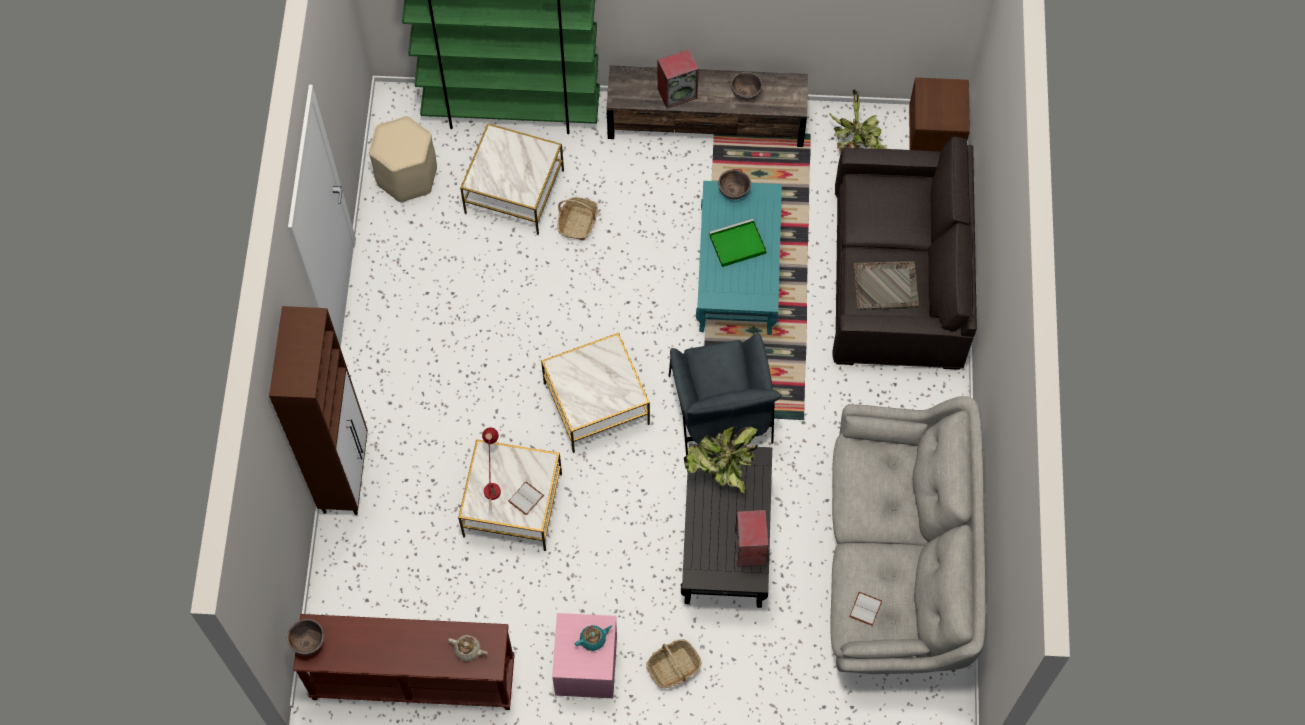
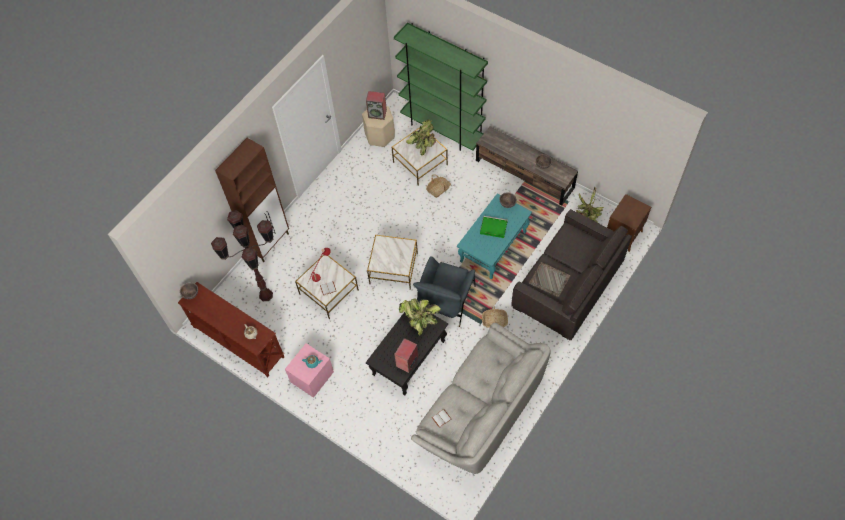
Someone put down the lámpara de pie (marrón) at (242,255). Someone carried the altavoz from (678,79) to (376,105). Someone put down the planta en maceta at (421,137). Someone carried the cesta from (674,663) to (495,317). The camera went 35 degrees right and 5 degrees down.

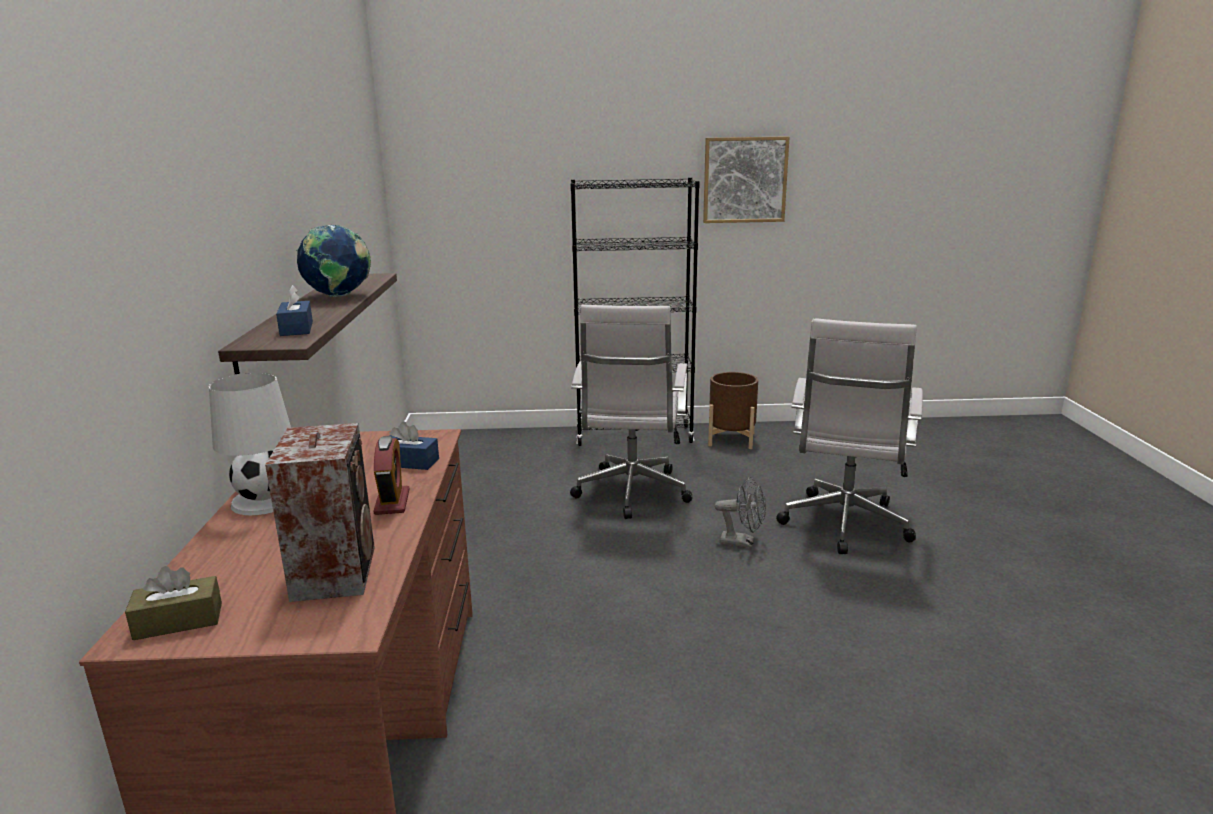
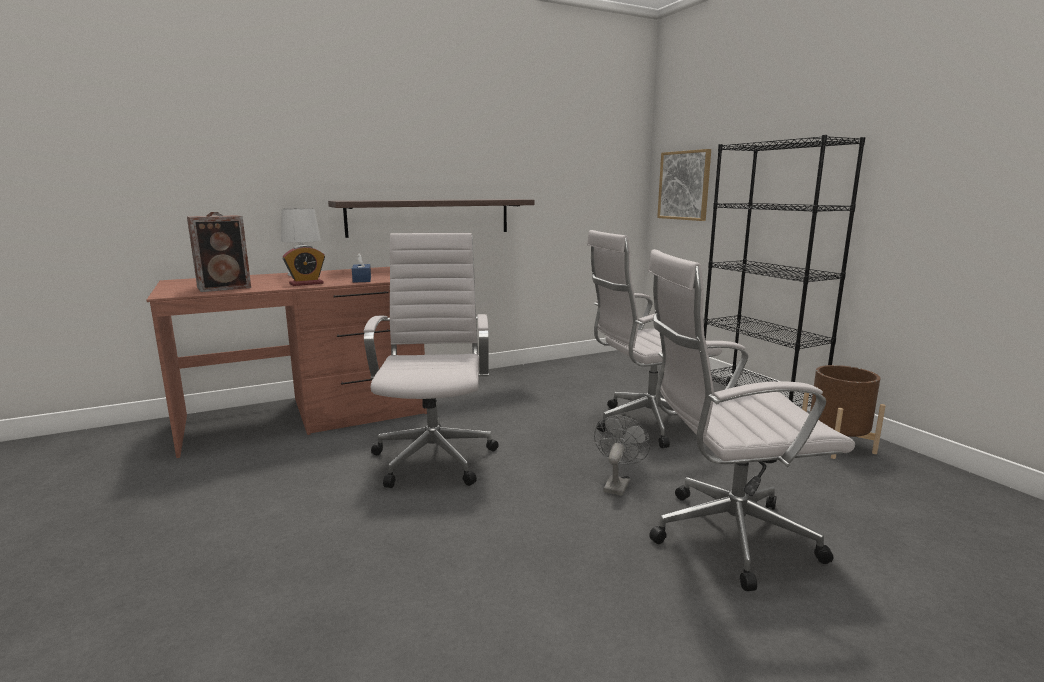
Someone put down the silla de oficina (blanco) at (431,360). Someone rotated the ventilador (gris) at (740,512) by 150 degrees counterclockwise. Someone carried the cuadro from (746,179) to (684,185). Someone took away the caja de pañuelos (marrón) at (173,603). Someone took away the caja de pañuelos (azul) at (294,310). Someone took away the globo terráqueo at (334,260). The camera went 65 degrees right and 5 degrees down.

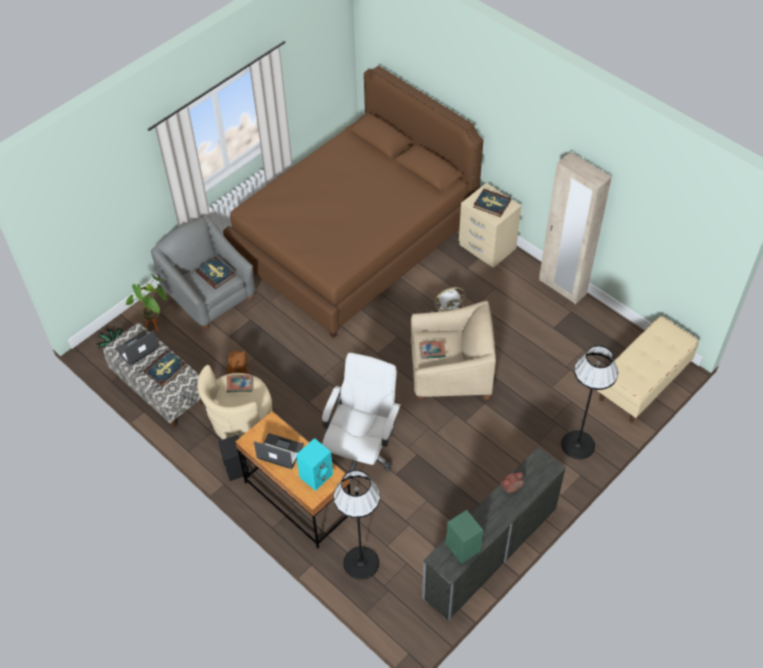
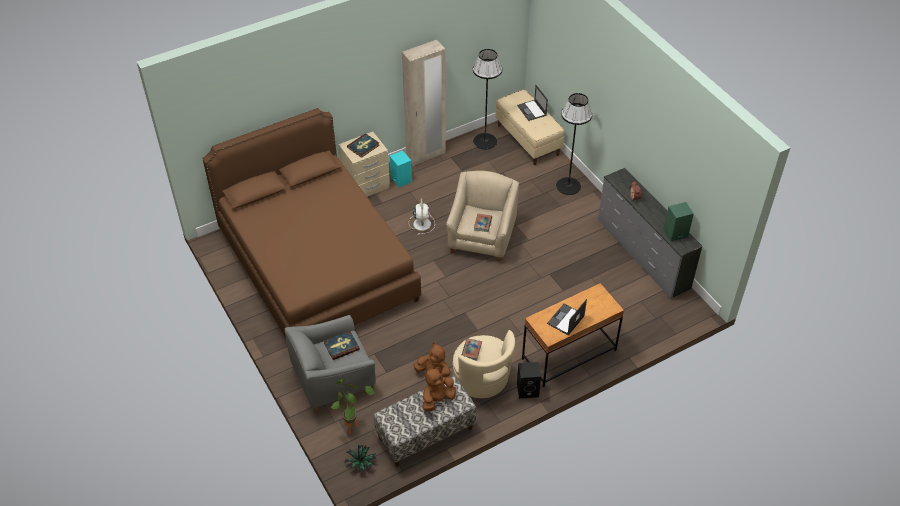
Someone carried the altavoz (turquesa) from (314,464) to (401,169). Someone swapped the libro at (164,368) for the peluche (marrón) at (439,389). Someone carried the lámpara de pie (negro) from (357,525) to (488,99). Someone carried the portátil from (137,348) to (532,103). Someone took away the silla de oficina (blanco) at (361,417). The camera went 75 degrees left and 5 degrees down.

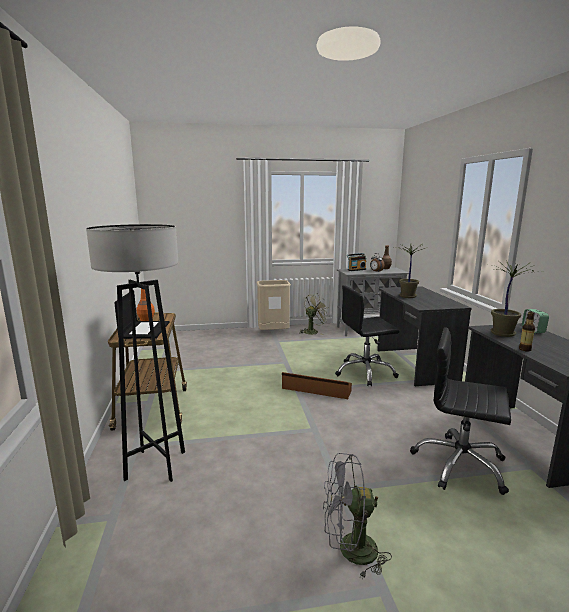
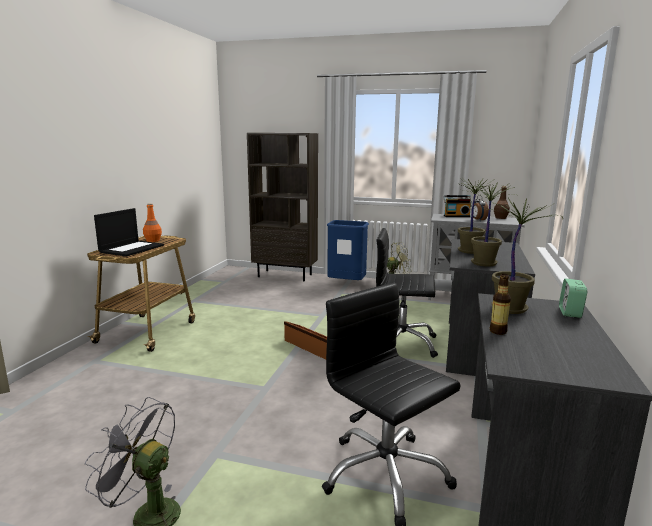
Someone put down the estantería (marrón) at (282,207). Someone repainted the papelera (beis) at (273,305), which became the papelera (azul) at (348,250). Someone put down the planta en maceta at (490,224). Someone took away the lámpara de pie (gris) at (135,353). The camera went 25 degrees right and 0 degrees up.

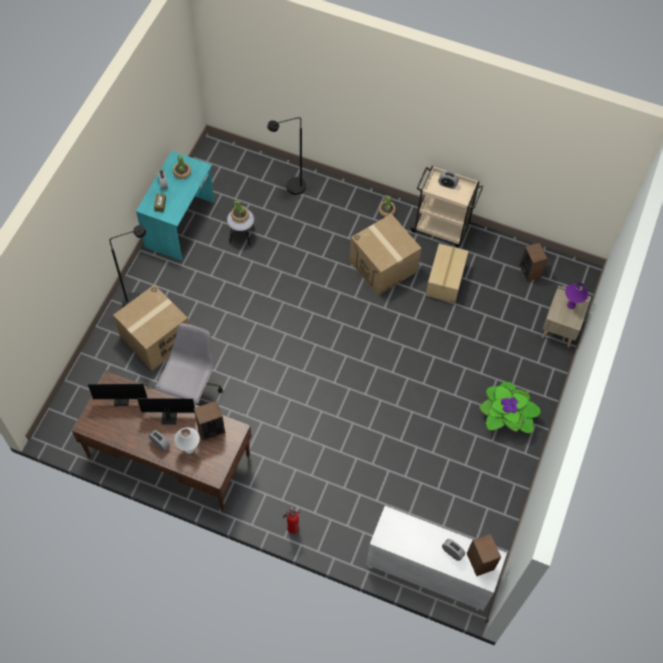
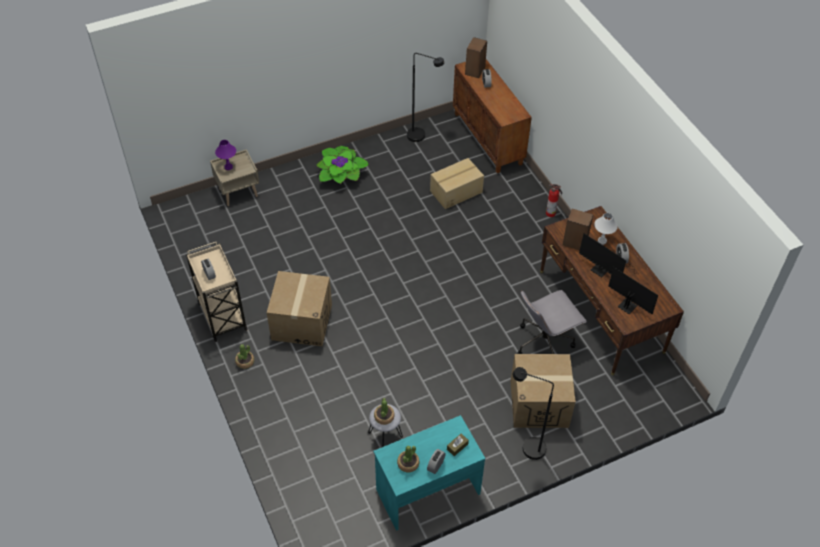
Someone carried the lámpara de pie (negro) from (286,156) to (425,97). Someone carried the caja de cartón from (447,273) to (457,183). Someone repainted the armario (blanco) at (436,558), which became the armario (marrón) at (492,116). Someone took away the altavoz at (533,261). The camera went 135 degrees left and 10 degrees down.

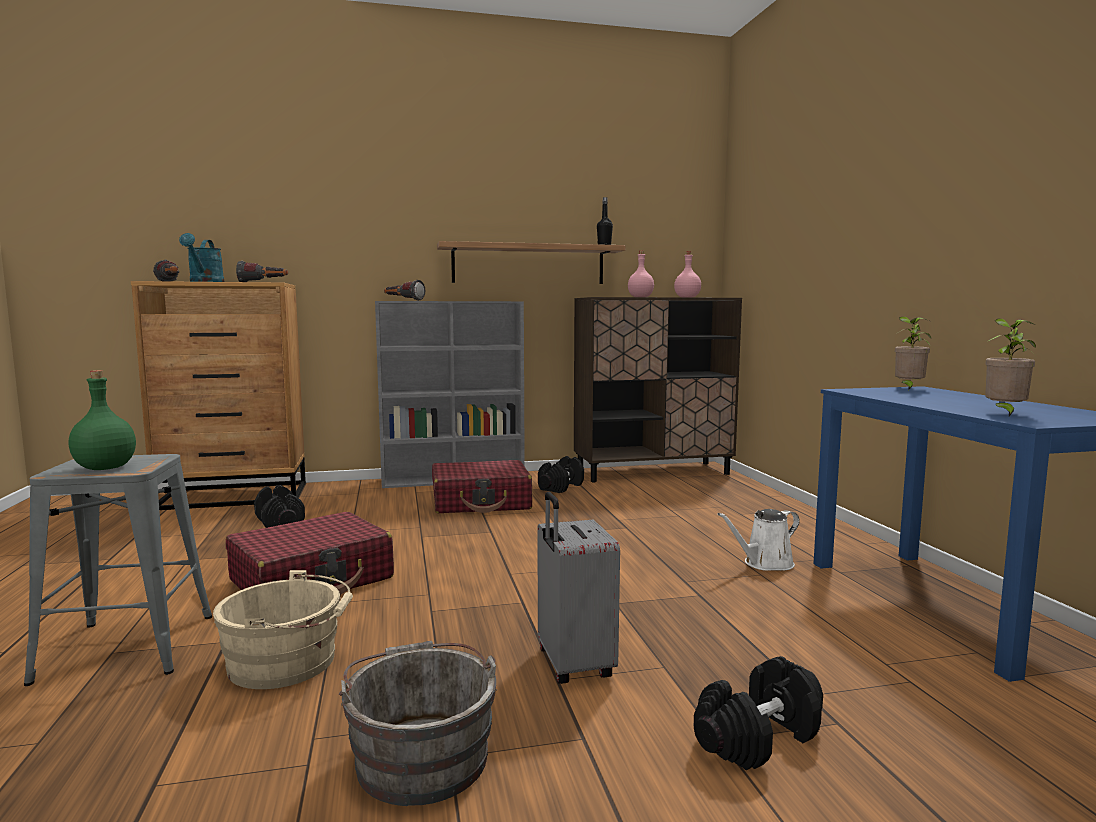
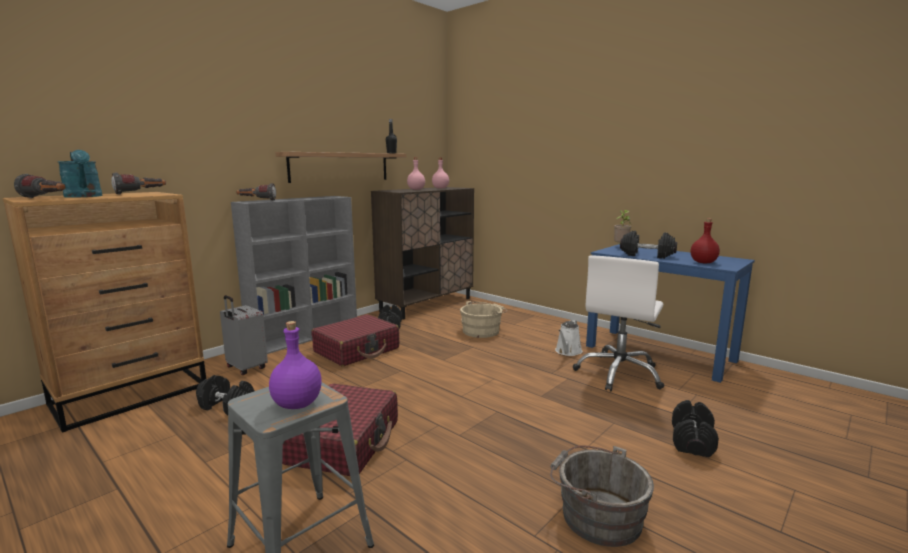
Someone carried the maleta (gris) from (579,588) to (244,335). Someone repainted the botella (verde) at (102,420), which became the botella (morado) at (295,365). Someone carried the cubo (beis) from (283,629) to (483,319). Someone put down the silla de oficina (blanco) at (619,323). Someone put down the mancuerna (negro) at (648,245). Someone swapped the planta en maceta at (1010,367) for the botella (rojo) at (705,240). The camera went 35 degrees left and 5 degrees up.

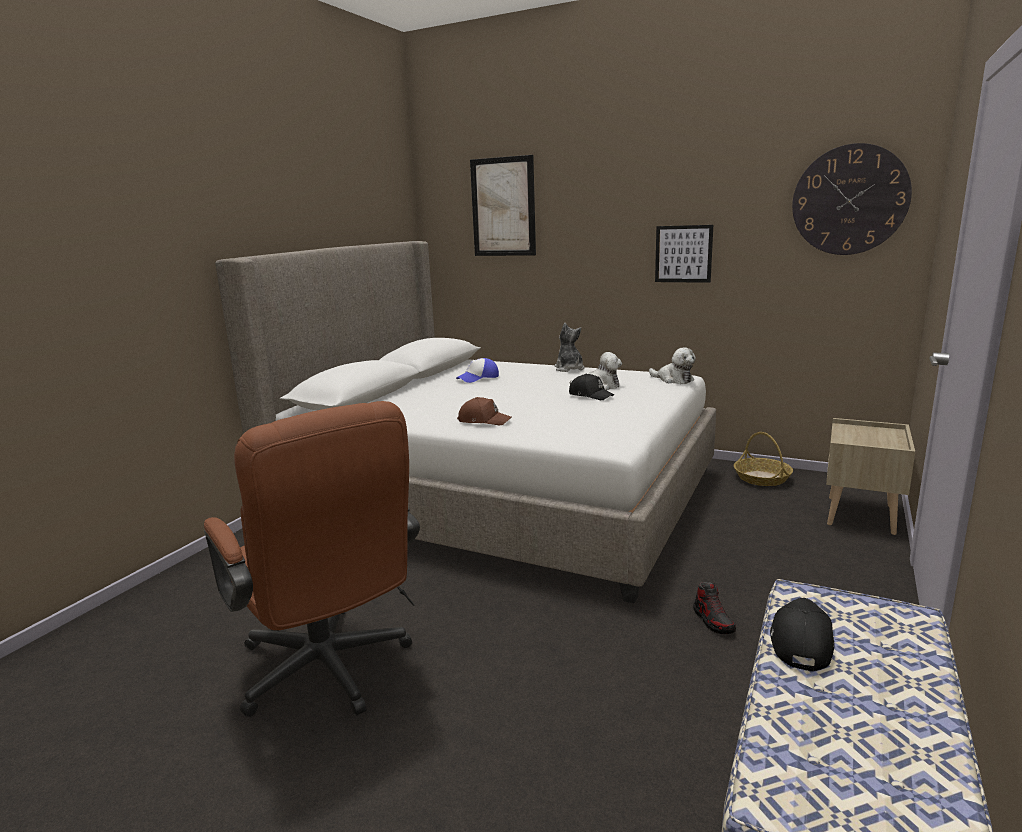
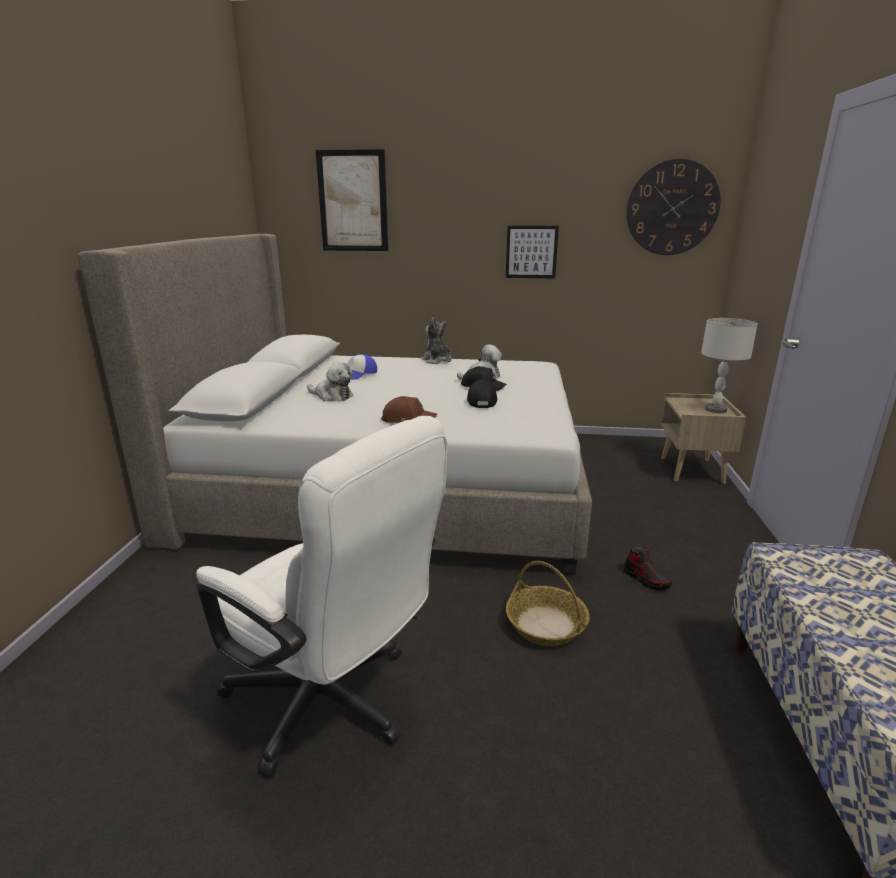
Someone repainted the silla de oficina (marrón) at (312,559), which became the silla de oficina (blanco) at (321,597). Someone carried the peluche from (672,365) to (330,381). Someone carried the gorra (negro) from (802,635) to (482,393). Someone carried the cesta from (763,459) to (548,603). Someone put down the lámpara de mesa (gris) at (729,365). The camera went 20 degrees left and 5 degrees up.

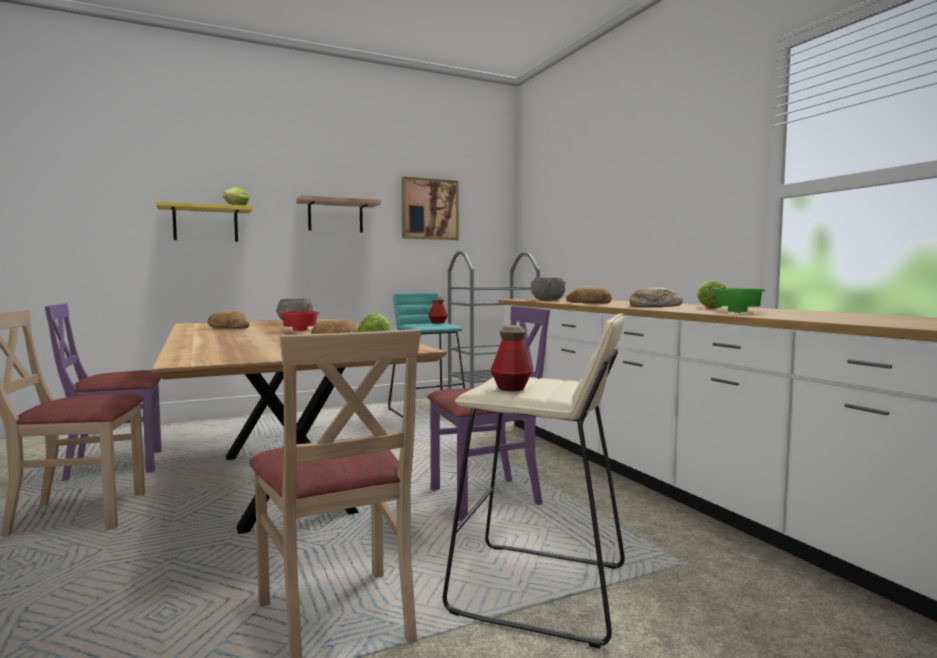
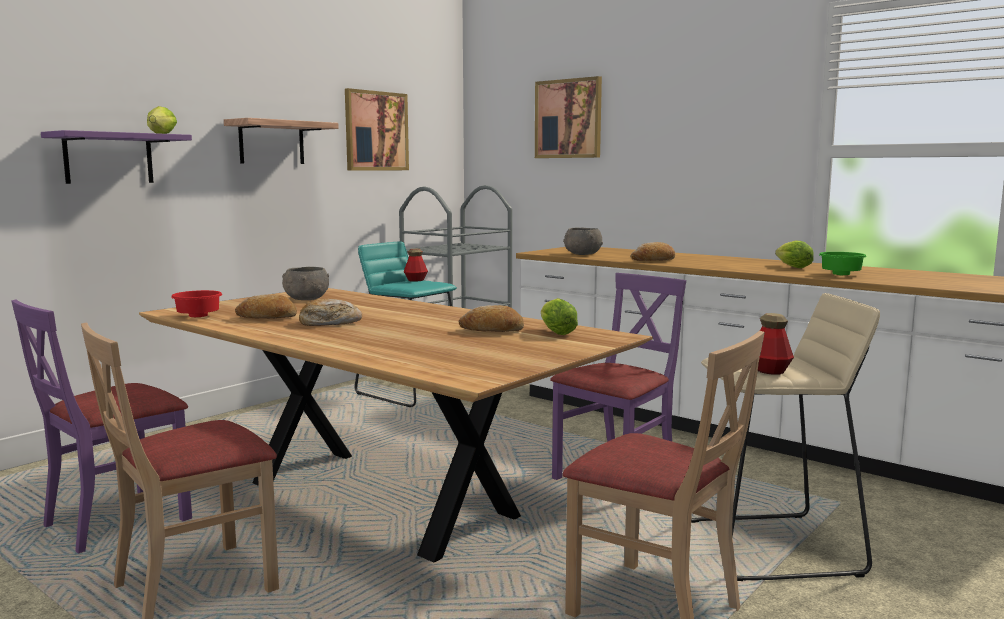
Someone repainted the estante (amarillo) at (204,221), which became the estante (morado) at (116,157). Someone carried the cuenco (rojo) from (299,321) to (196,303). Someone carried the pan from (656,297) to (330,312). Someone put up the cuadro at (568,117). The camera went 25 degrees left and 5 degrees up.

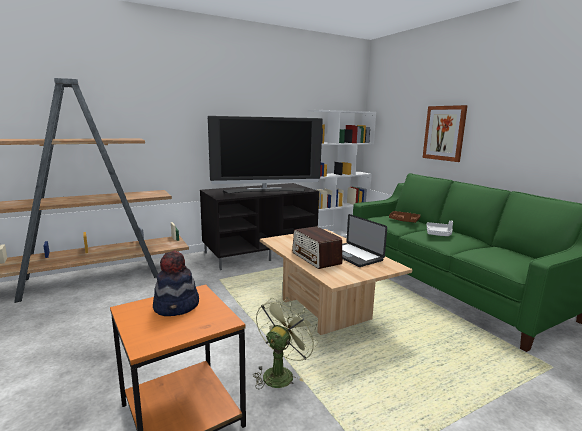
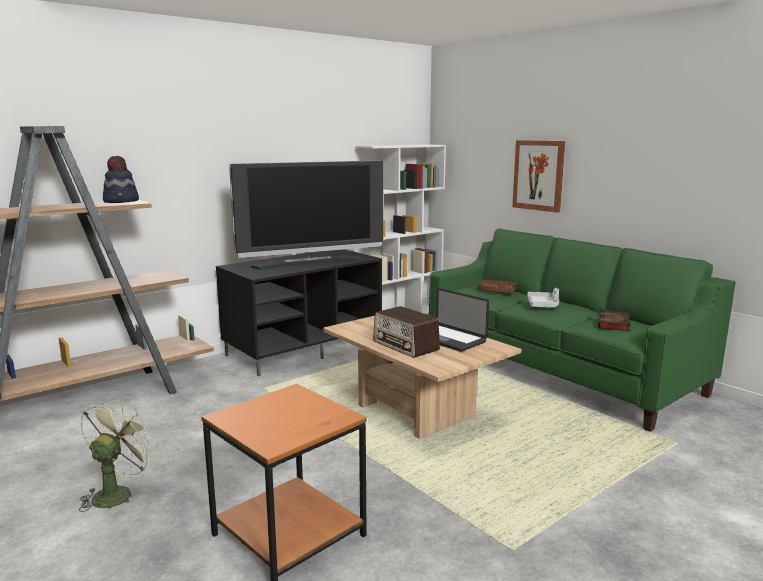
Someone carried the ventilador (verde) from (285,343) to (118,455). Someone carried the sombrero from (176,283) to (121,179). Someone put down the libro at (614,320). The camera went 10 degrees left and 0 degrees up.

